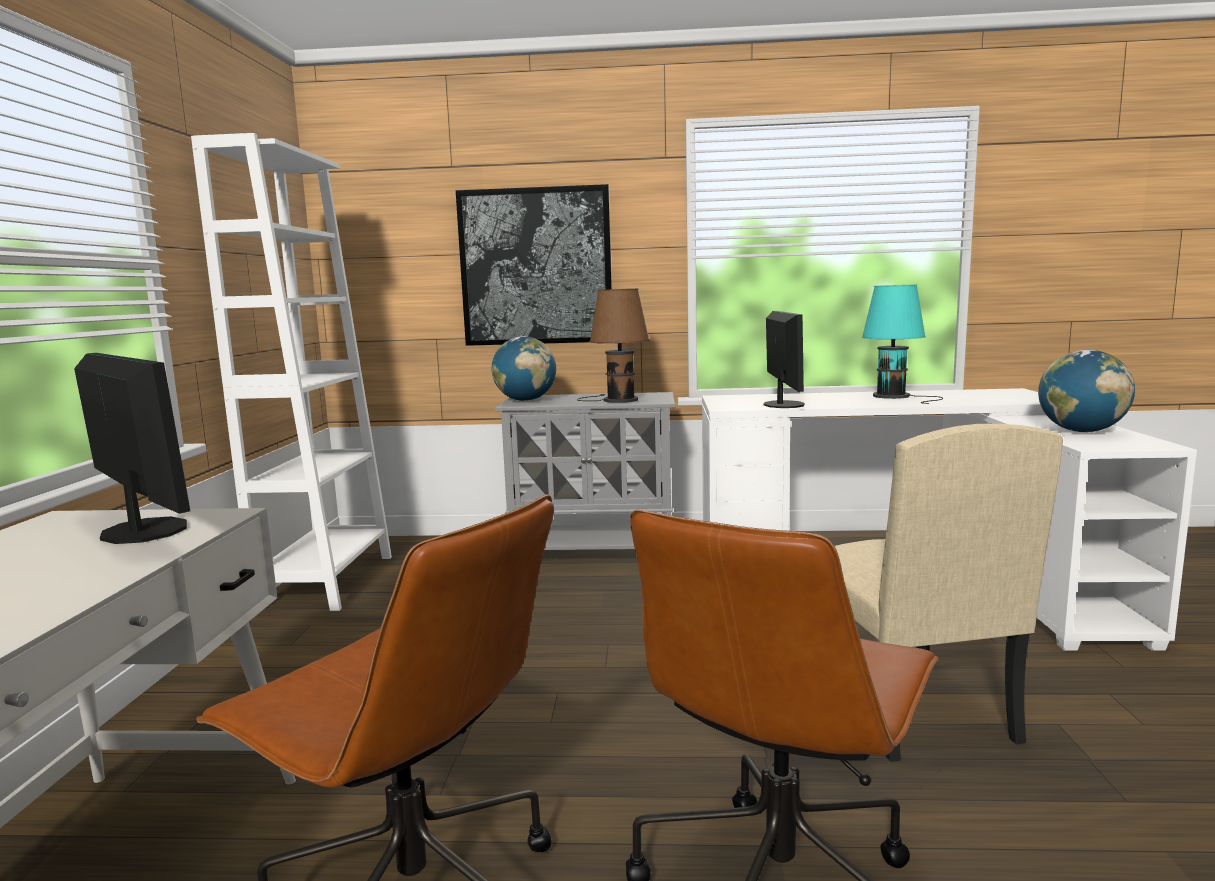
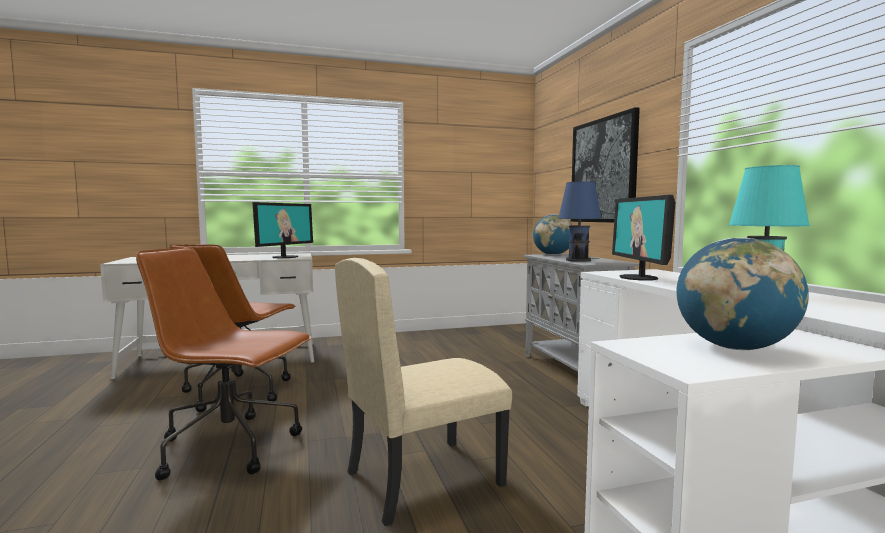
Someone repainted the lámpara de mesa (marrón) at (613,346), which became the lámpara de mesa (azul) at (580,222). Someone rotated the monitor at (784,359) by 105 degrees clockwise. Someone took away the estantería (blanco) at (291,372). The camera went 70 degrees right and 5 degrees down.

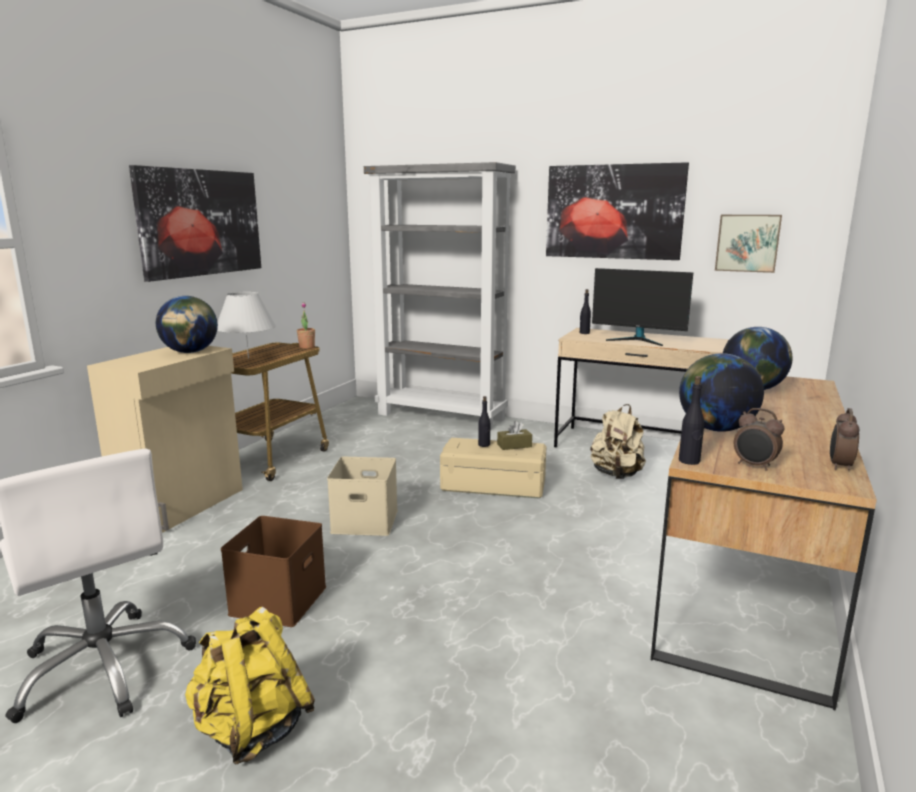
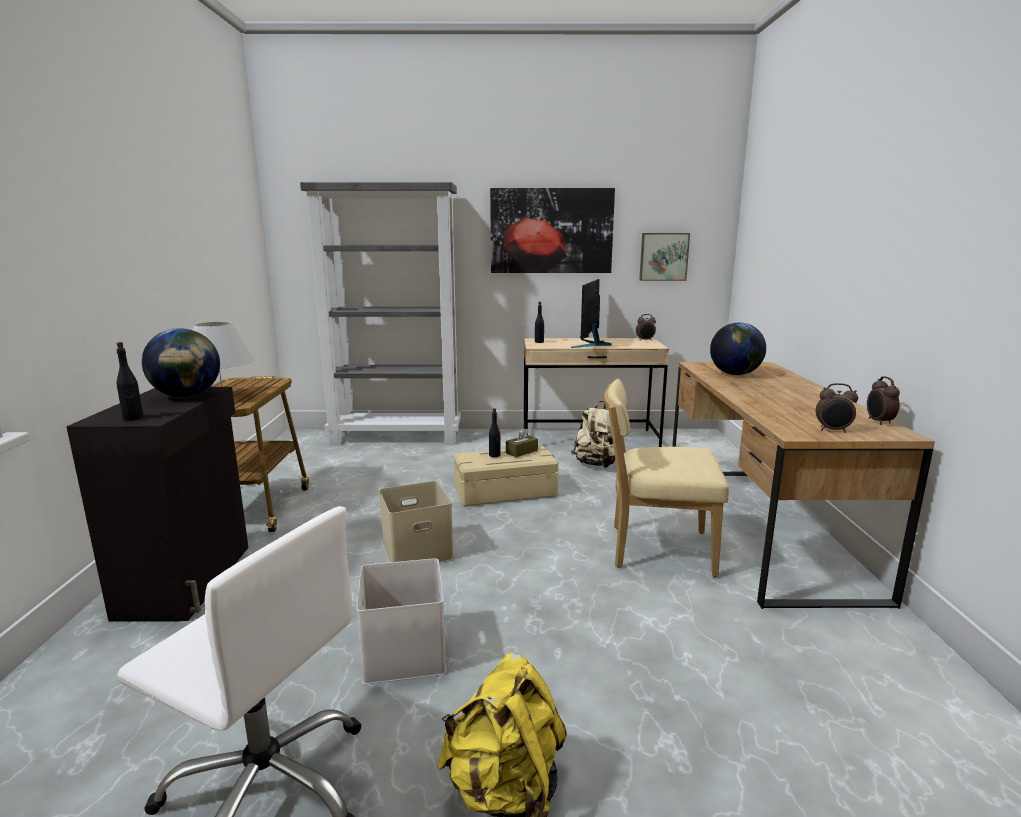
Someone repainted the armario (beis) at (165,439), which became the armario (negro) at (157,504). Someone carried the botella (negro) from (691,420) to (130,381). Someone repainted the caja de almacenaje (marrón) at (273,571), which became the caja de almacenaje (blanco) at (401,621). Someone rotated the monitor at (642,307) by 105 degrees clockwise. Someone put down the silla (beis) at (666,478). Someone put down the despertador at (646,327). Someone took away the cuadro at (195,223). Someone took away the planta en maceta at (306,325). Someone took away the globo terráqueo at (721,392). The camera went 25 degrees left and 0 degrees up.

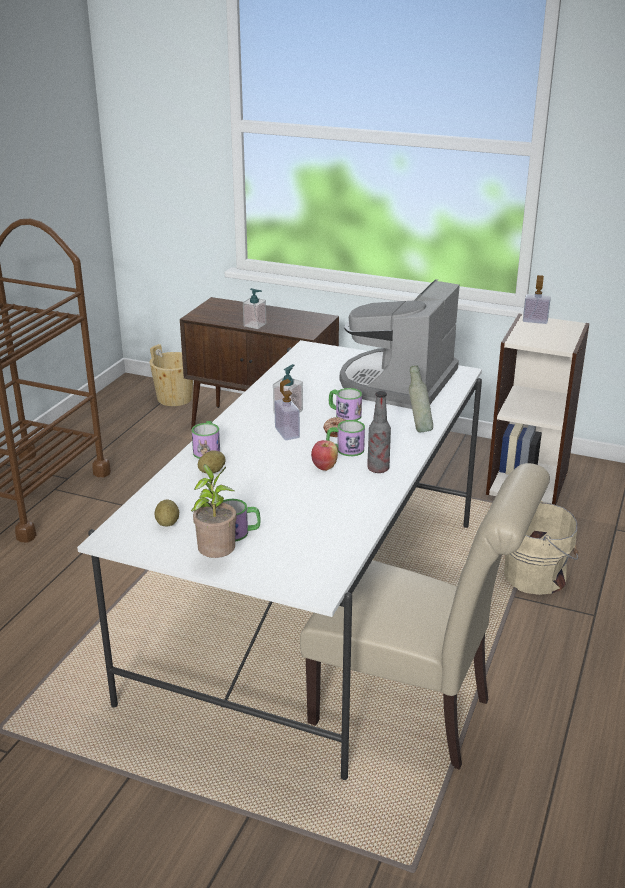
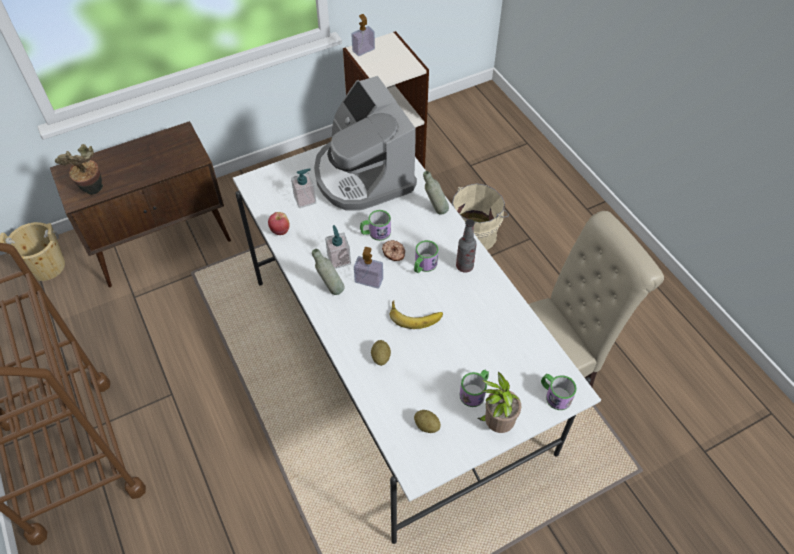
Someone put down the planta en maceta at (79,169). Someone carried the manzana from (324,455) to (279,223). Someone carried the dispensador de jabón from (254,308) to (303,188). Someone put down the botella (gris) at (328,272). Someone put down the plátano at (416,314). Someone carried the taza grande from (206,440) to (559,392). The camera went 50 degrees left and 25 degrees up.

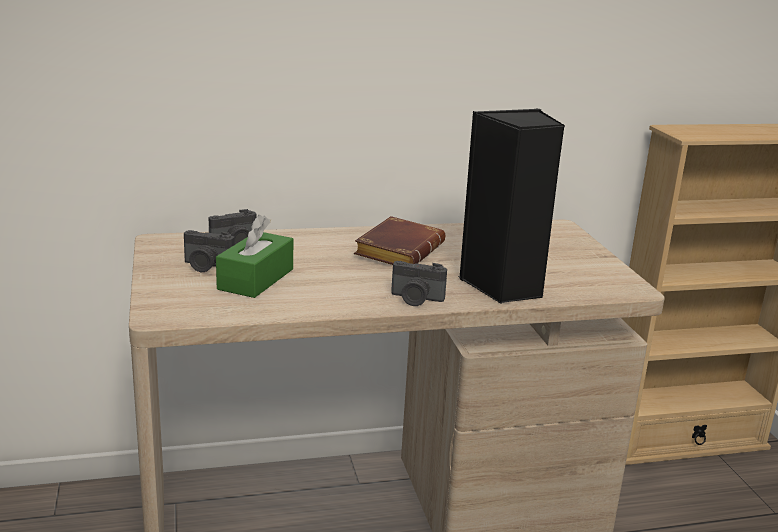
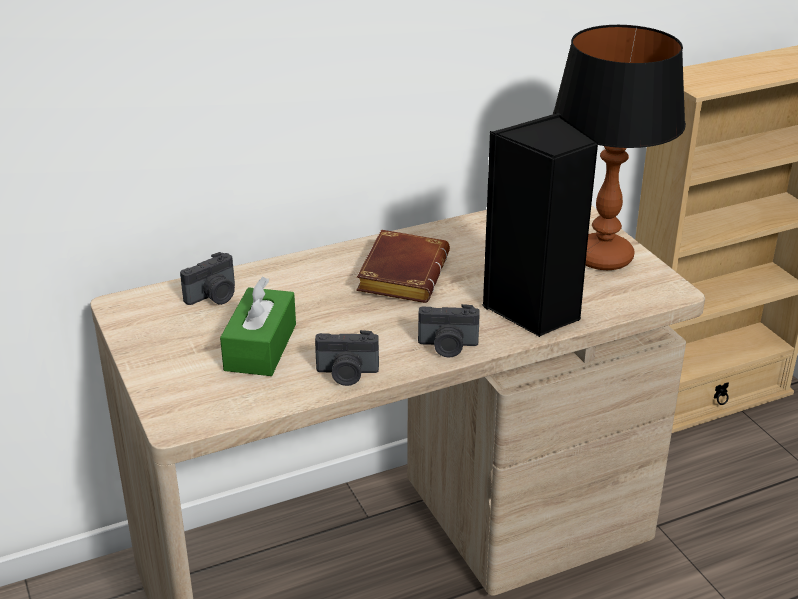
Someone carried the cámara from (209,251) to (347,358). Someone put down the lámpara de mesa at (619,147). The camera went 10 degrees left and 10 degrees up.

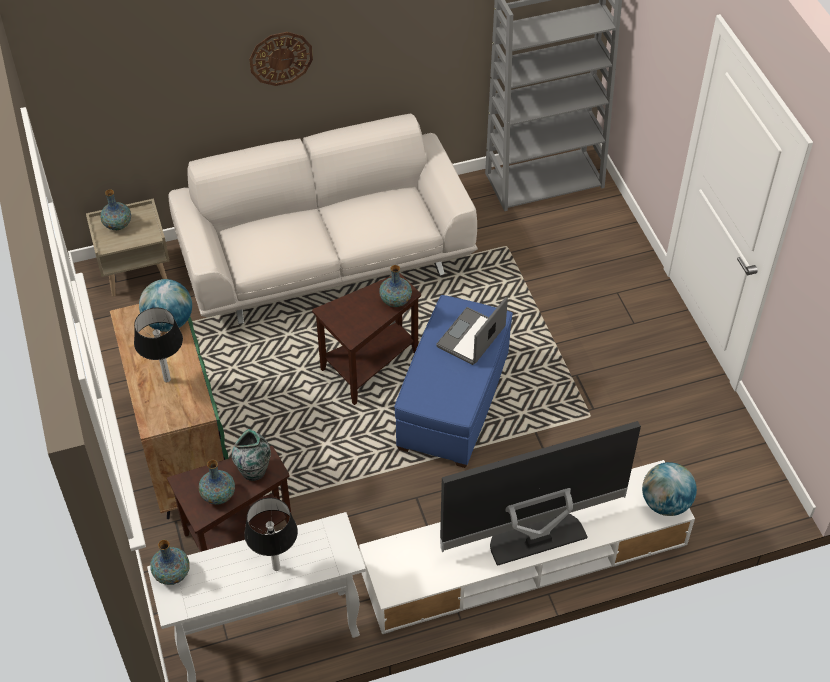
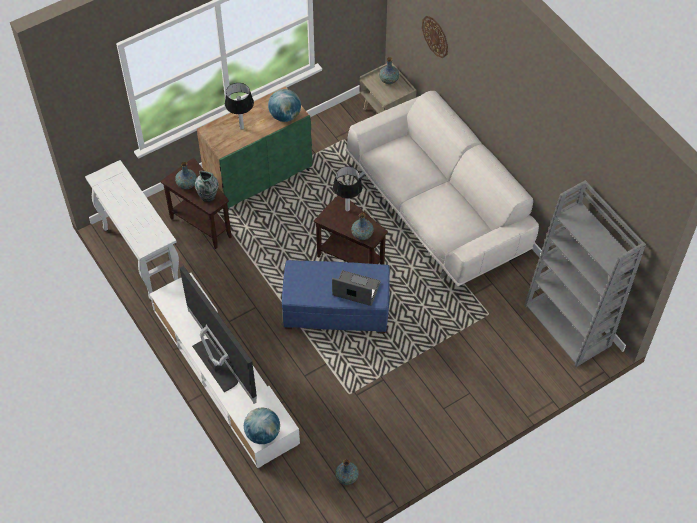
Someone carried the lámpara de mesa from (271,534) to (348,189). Someone carried the florero from (170,562) to (347,472). Someone carried the reloj de pared from (281,59) to (435,37). The camera went 75 degrees right and 5 degrees up.

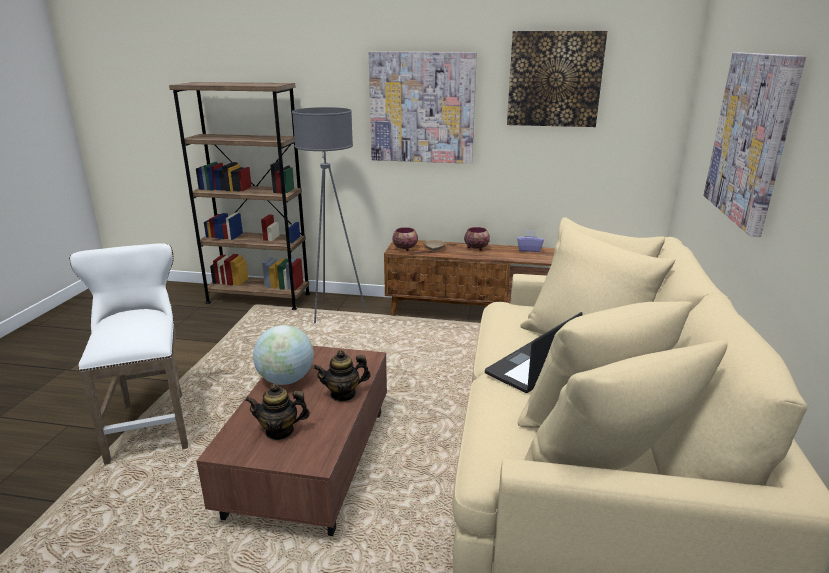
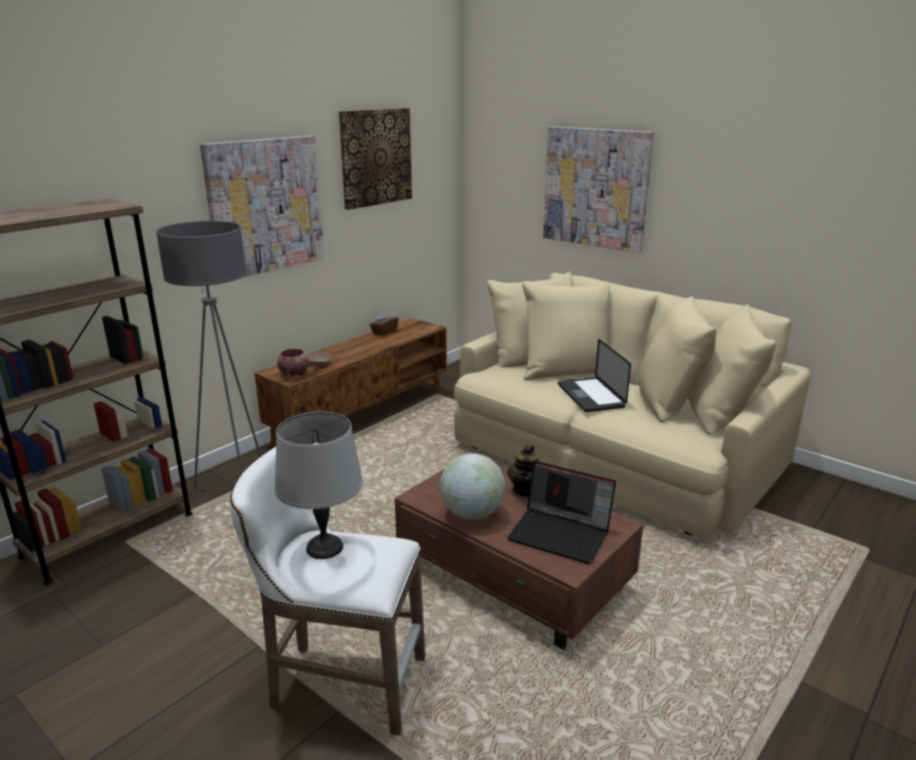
Someone put down the lámpara de mesa (gris) at (319,485). Someone repainted the caja de pañuelos (morado) at (530,241), which became the caja de pañuelos (marrón) at (384,323). Someone swapped the tetera at (277,412) for the portátil at (561,512). Someone took away the cuenco at (477,239). The camera went 60 degrees left and 0 degrees up.

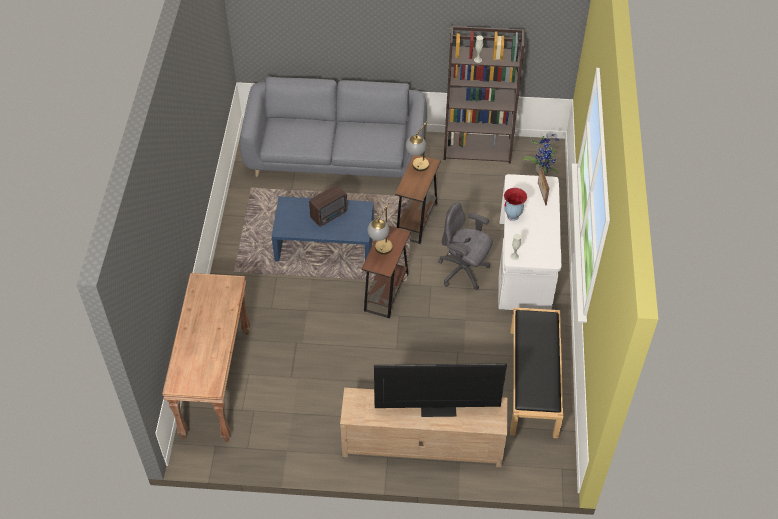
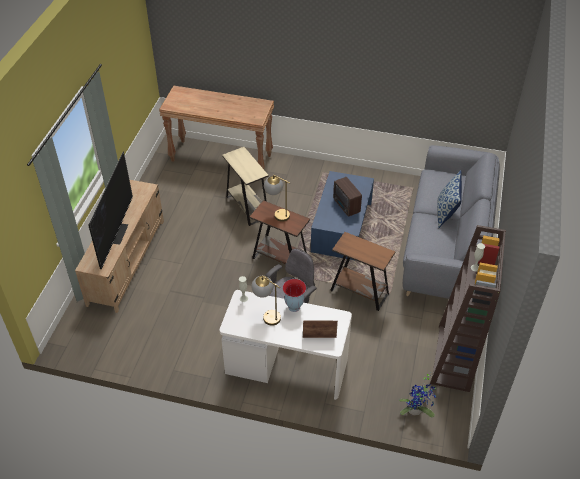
Someone put down the mesa auxiliar (beis) at (245,186). Someone carried the lámpara de mesa from (417,146) to (266,300). Someone put down the cojín at (449,199). Someone took away the banco (negro) at (536,372). The camera went 100 degrees right and 5 degrees down.

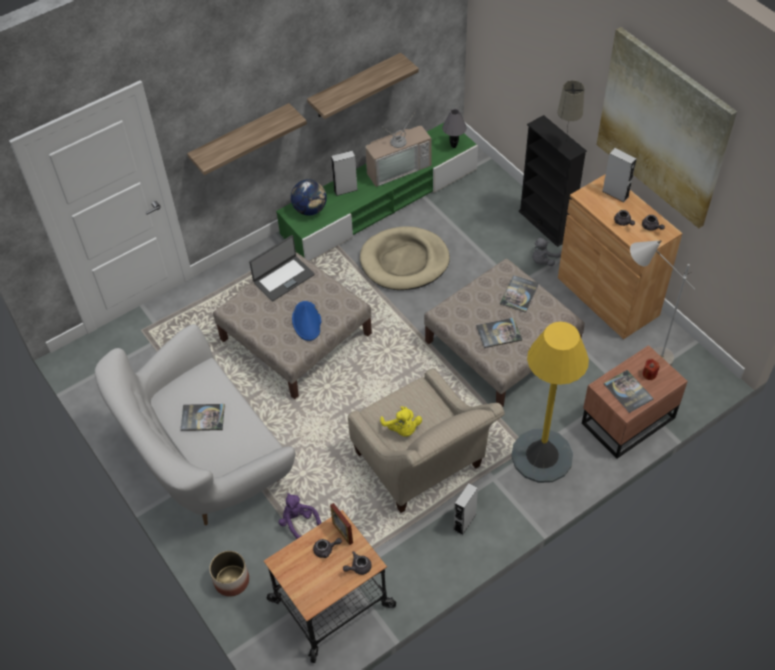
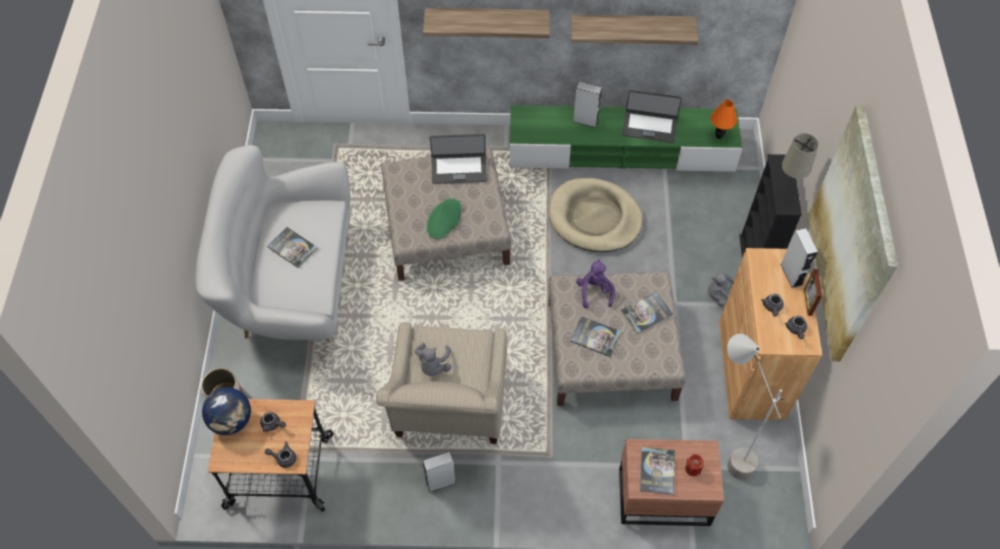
Someone carried the globo terráqueo from (309,197) to (226,411). Someone repainted the peluche (amarillo) at (401,421), which became the peluche (gris) at (433,359). Someone repainted the sombrero (azul) at (306,321), which became the sombrero (verde) at (444,218). Someone carried the peluche (morado) from (299,516) to (595,284). Someone swapped the televisor at (398,149) for the portátil at (652,116). Someone repainted the lámpara de mesa (gris) at (454,128), which became the lámpara de mesa (naranja) at (723,119). Someone carried the portarretratos from (341,524) to (813,292). Someone took away the lámpara de pie (amarillo) at (550,402). The camera went 35 degrees right and 5 degrees up.

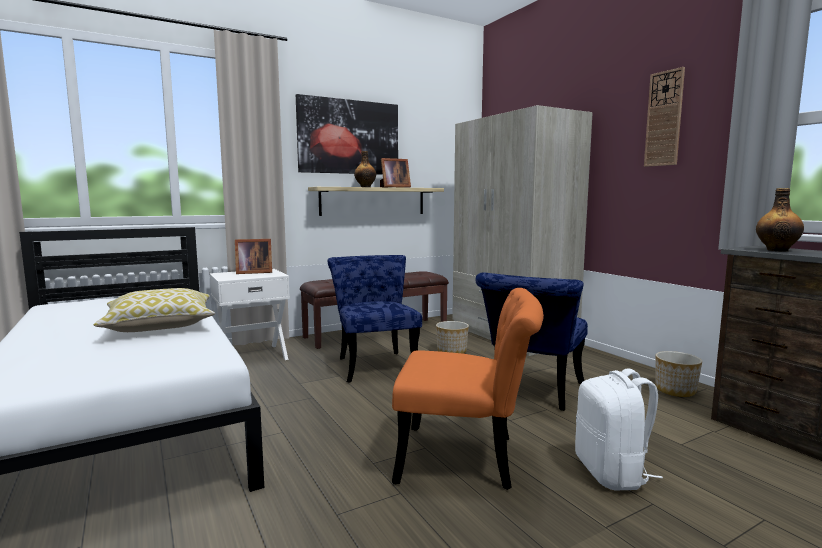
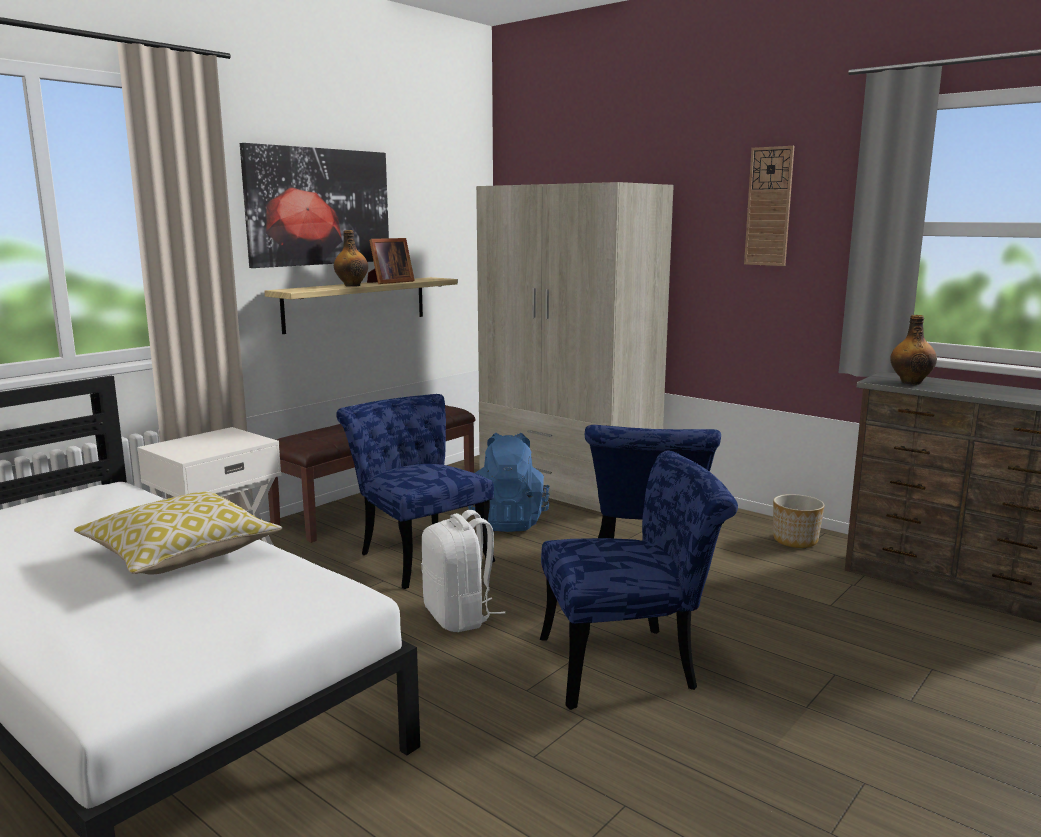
Someone carried the mochila (blanco) from (619,429) to (463,571). Someone swapped the maceta at (452,337) for the mochila (azul) at (509,482). Someone repainted the silla (naranja) at (468,389), which became the silla (azul) at (639,580). Someone took away the portarretratos at (253,256). The camera went 20 degrees left and 5 degrees up.

